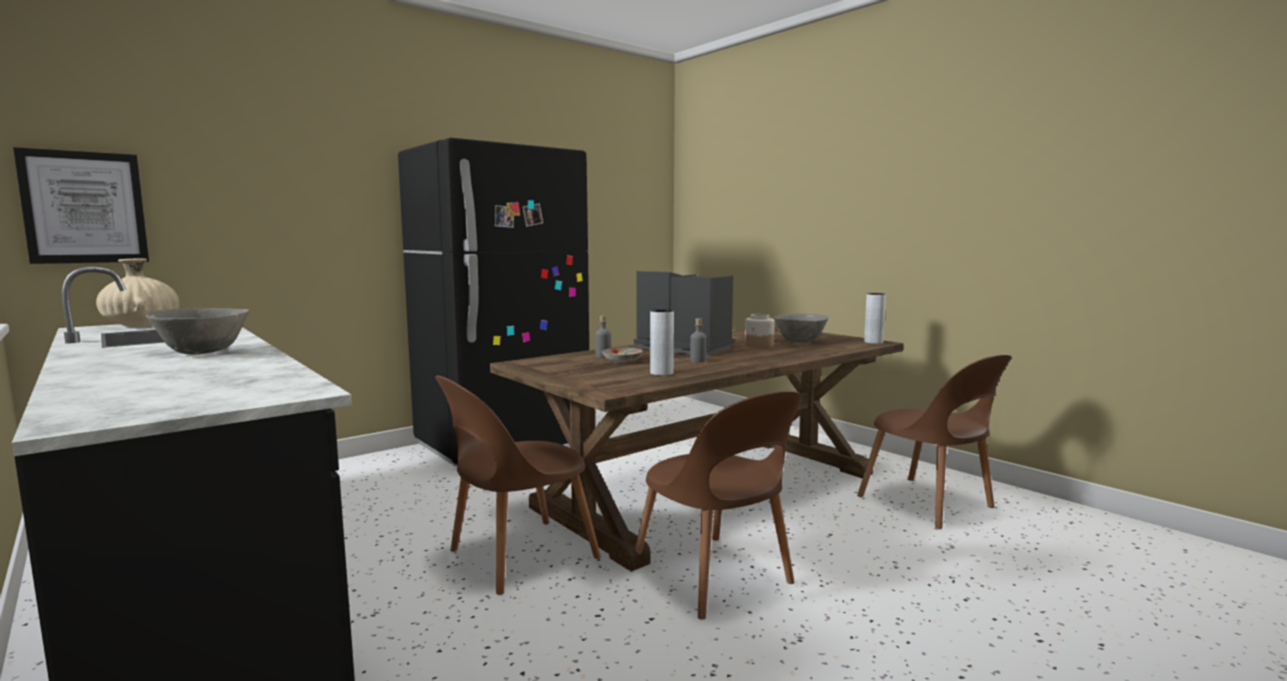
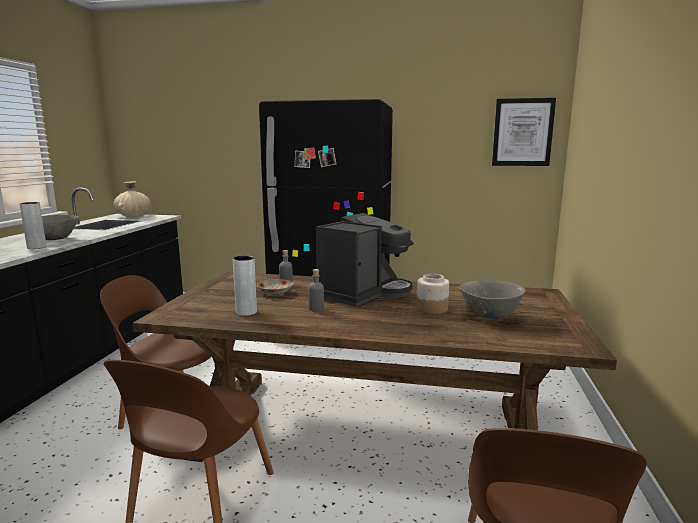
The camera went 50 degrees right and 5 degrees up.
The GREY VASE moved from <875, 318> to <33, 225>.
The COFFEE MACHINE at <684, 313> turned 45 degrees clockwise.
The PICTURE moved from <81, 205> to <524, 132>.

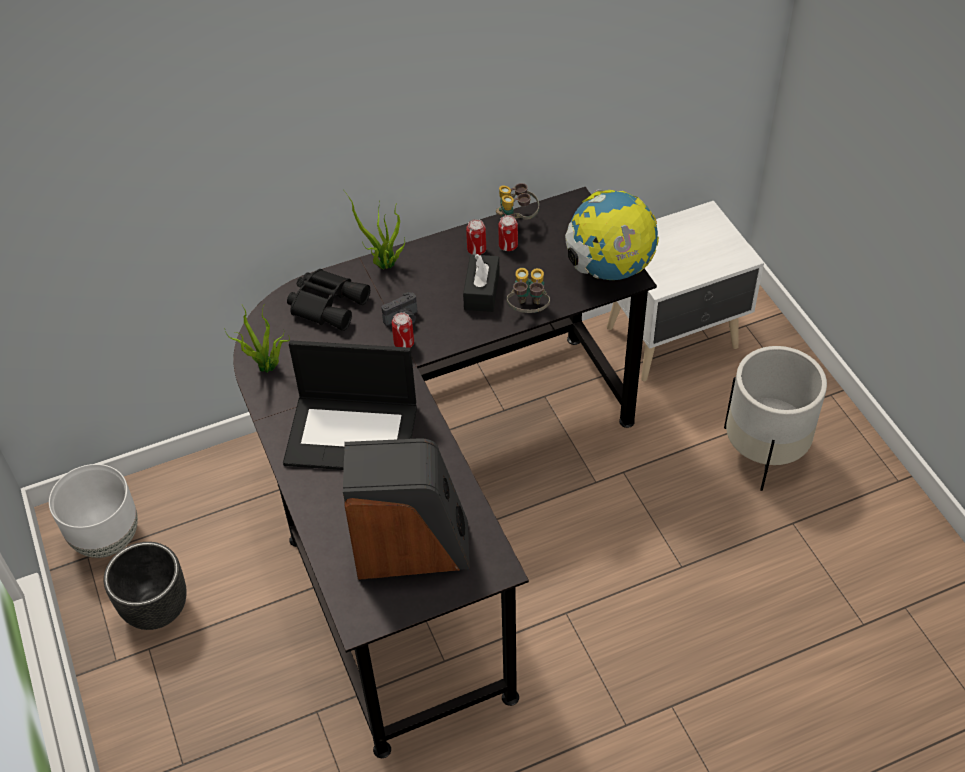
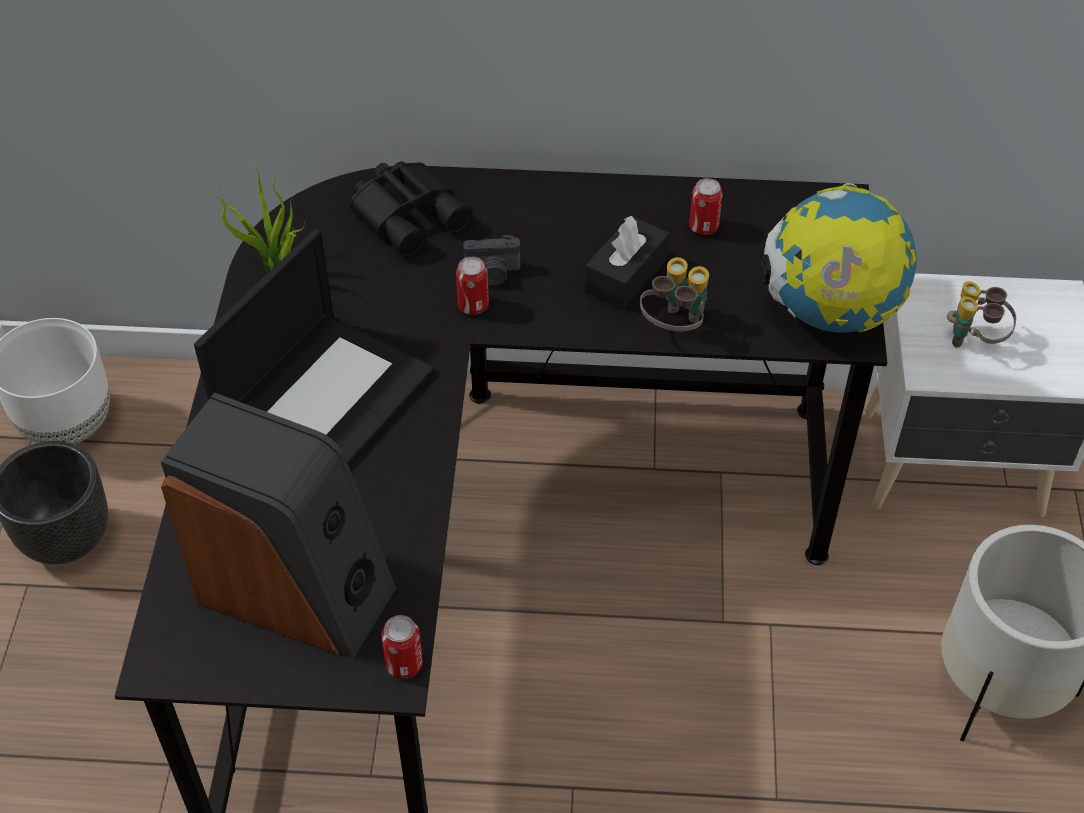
The camera went 25 degrees right and 0 degrees up.
The LAPTOP at <350, 405> turned 90 degrees counterclockwise.
The CAN moved from <476, 237> to <402, 647>.
The BINOCULARS moved from <517, 201> to <981, 314>.
The POTTED PLANT at <375, 230> disappeared.

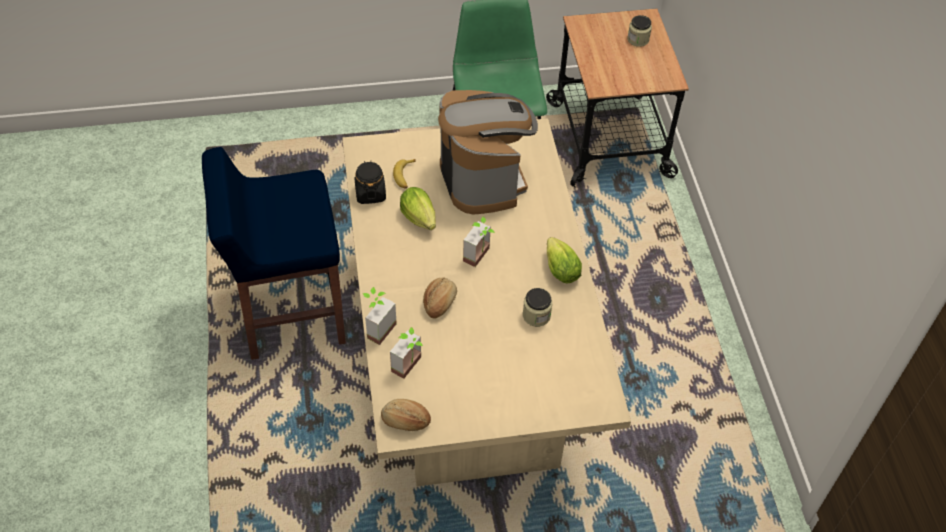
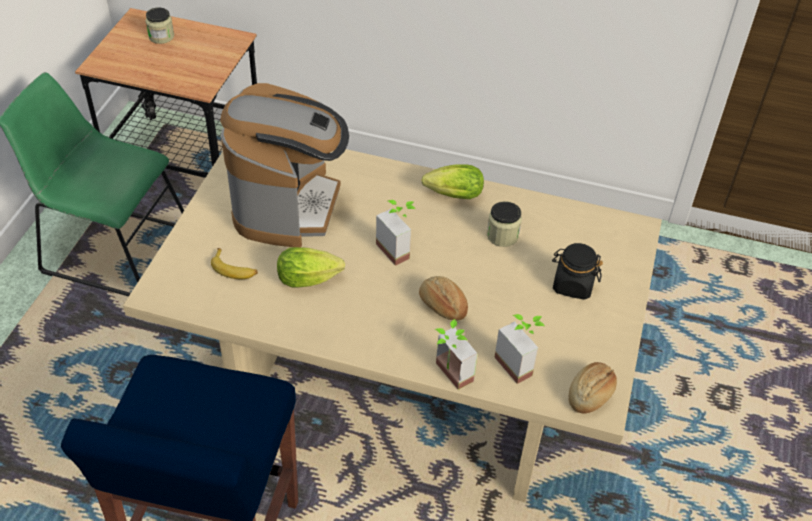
The camera went 65 degrees left and 5 degrees down.
The COFFEE MACHINE at <488, 152> turned 90 degrees clockwise.
The BLACK JAR moved from <370, 182> to <577, 271>.

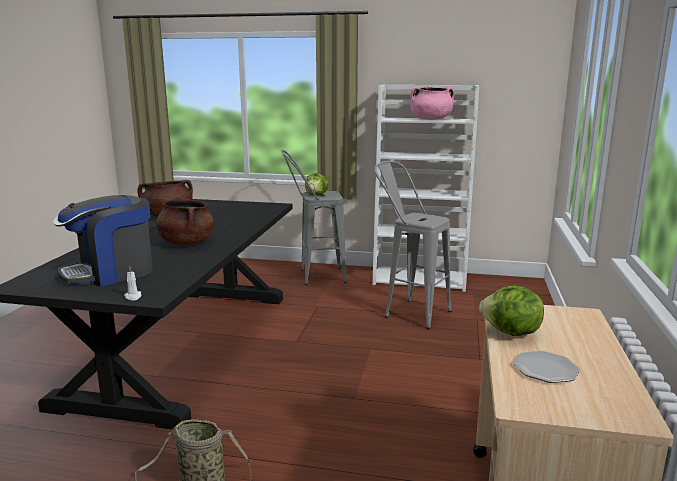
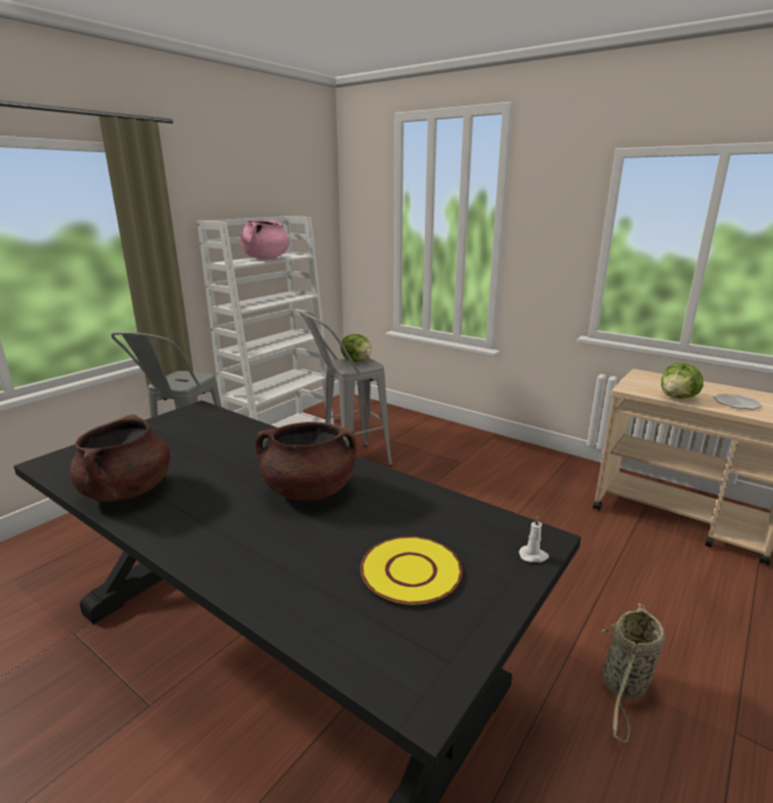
The camera went 65 degrees left and 5 degrees up.
The LETTUCE moved from <317, 184> to <356, 348>.
The COFFEE MACHINE at <103, 240> was replaced by the YELLOW PLATE at <411, 570>.

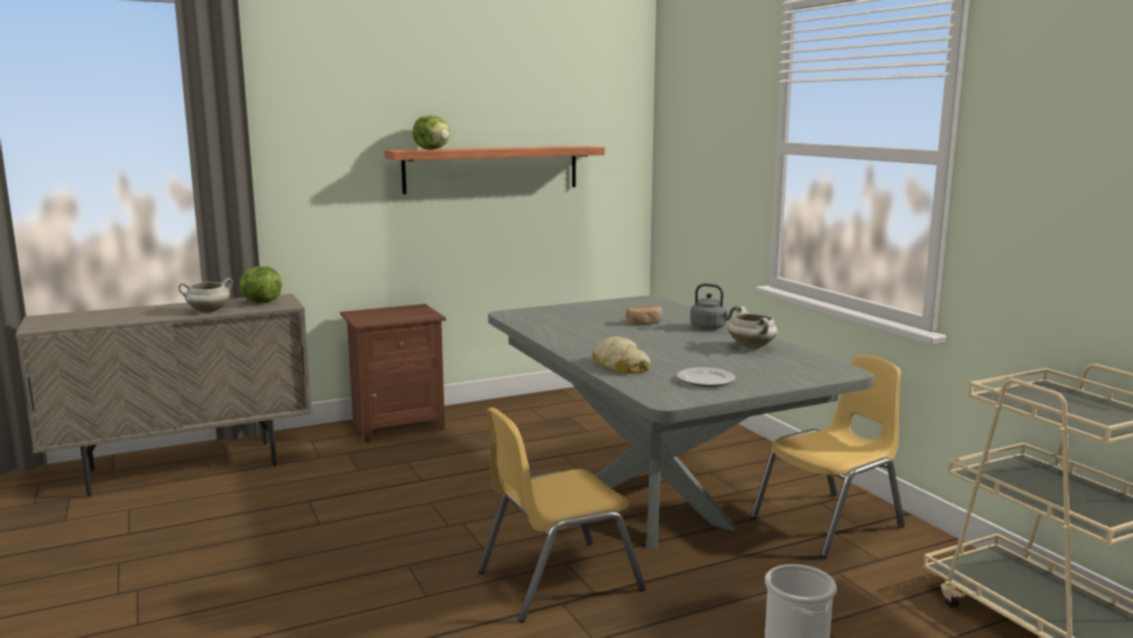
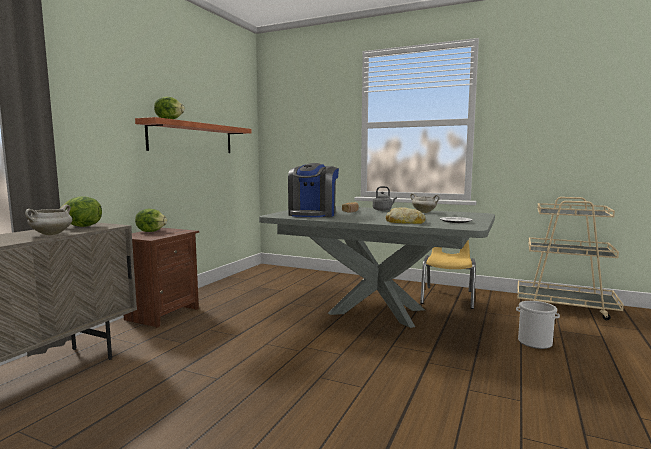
The camera went 40 degrees left and 5 degrees down.
The LETTUCE at <151, 220> appeared.
The COFFEE MACHINE at <313, 190> appeared.
The YELLOW CHAIR at <562, 515> disappeared.

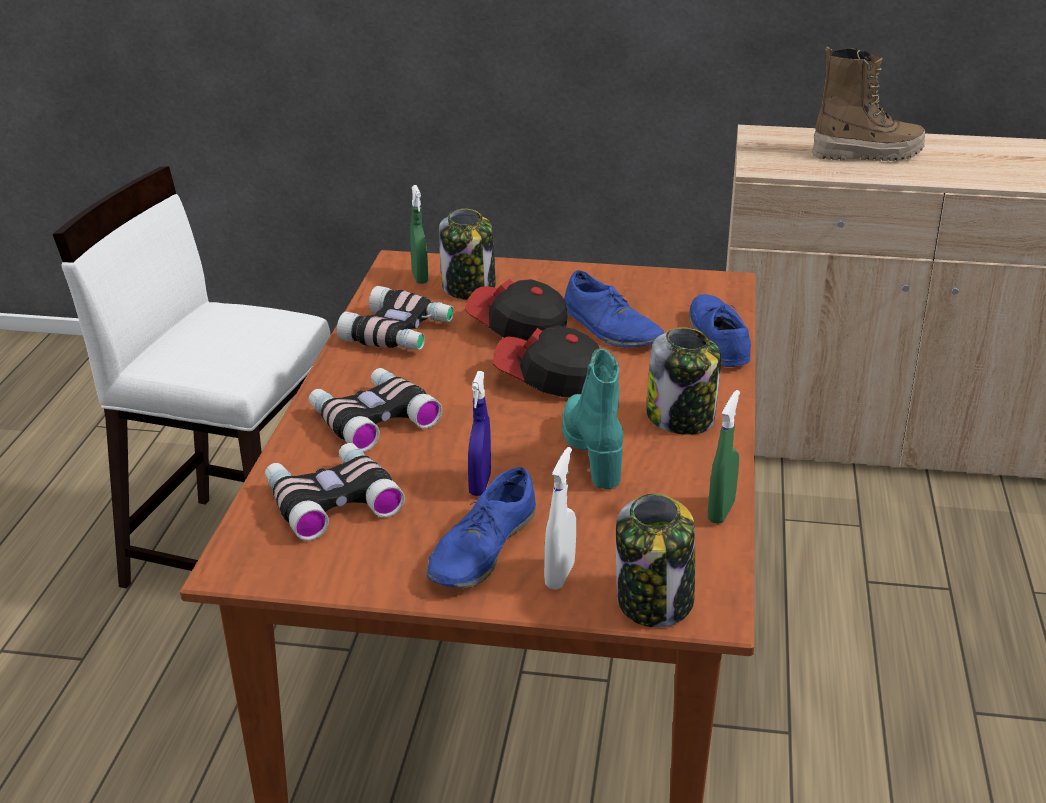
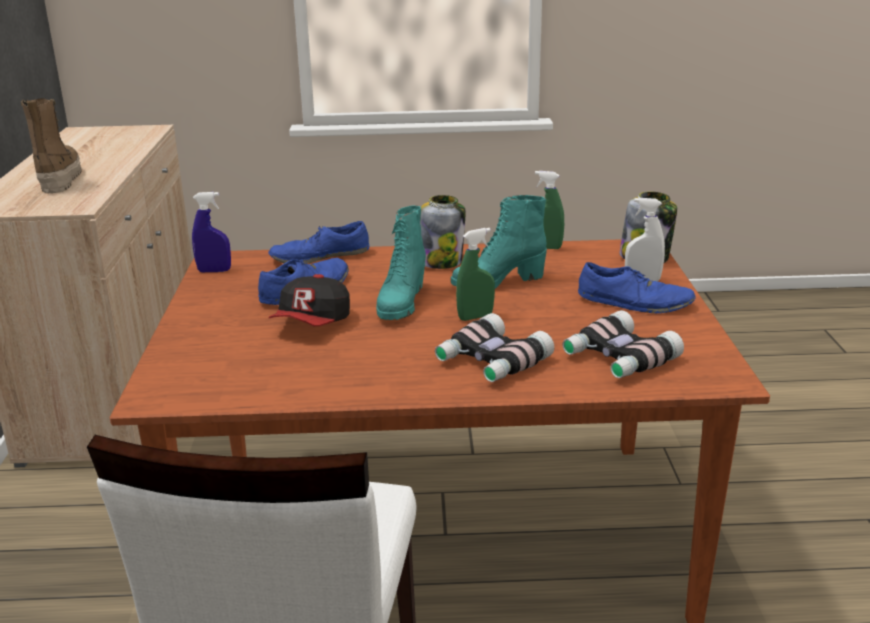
The camera went 100 degrees left and 5 degrees down.
The BLUE SPRAY BOTTLE moved from <479, 433> to <211, 232>.
The CAP at <546, 362> was replaced by the TURQUOISE BOOT at <401, 262>.
The GREEN SPRAY BOTTLE moved from <419, 234> to <475, 274>.
The BINOCULARS at <395, 318> disappeared.
The JAR at <467, 254> disappeared.

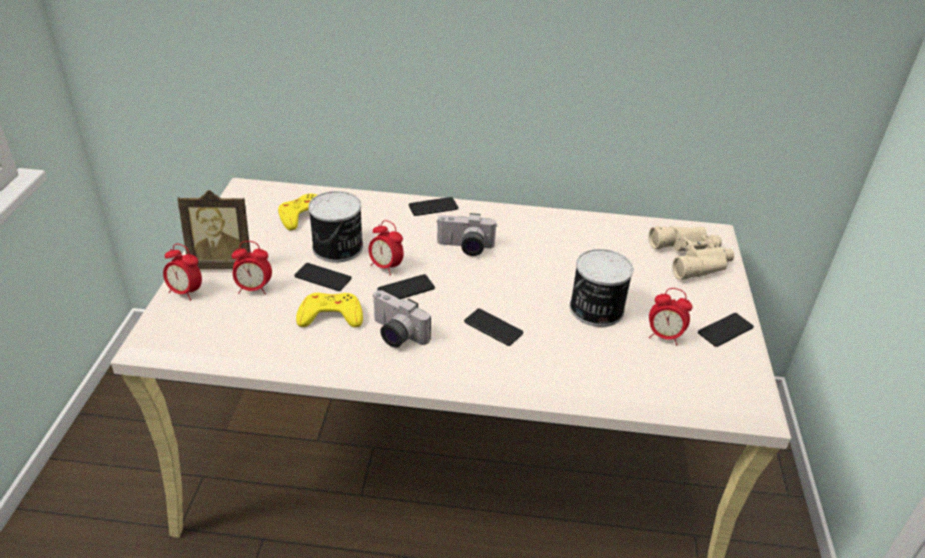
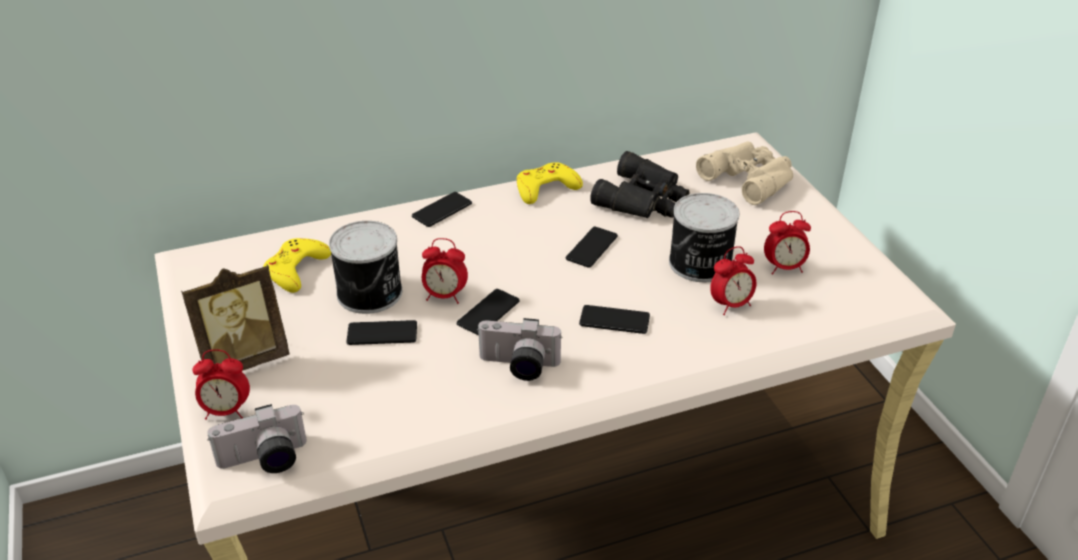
The camera went 25 degrees left and 0 degrees up.
The PHOTO CAMERA moved from <467, 234> to <257, 438>.
The YELLOW GAME CONTROLLER moved from <329, 310> to <550, 183>.
The PHONE moved from <726, 330> to <592, 247>.
The BLACK BINOCULARS at <639, 184> appeared.
The ALARM CLOCK moved from <252, 267> to <733, 280>.

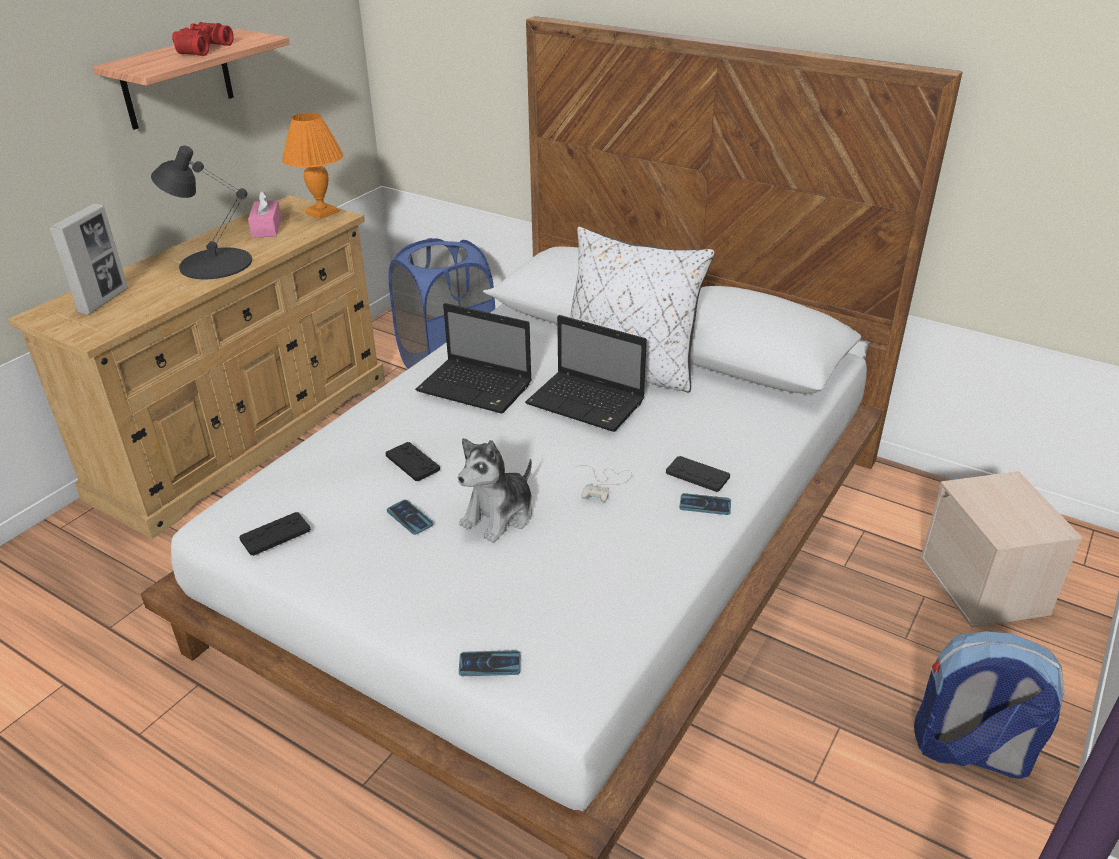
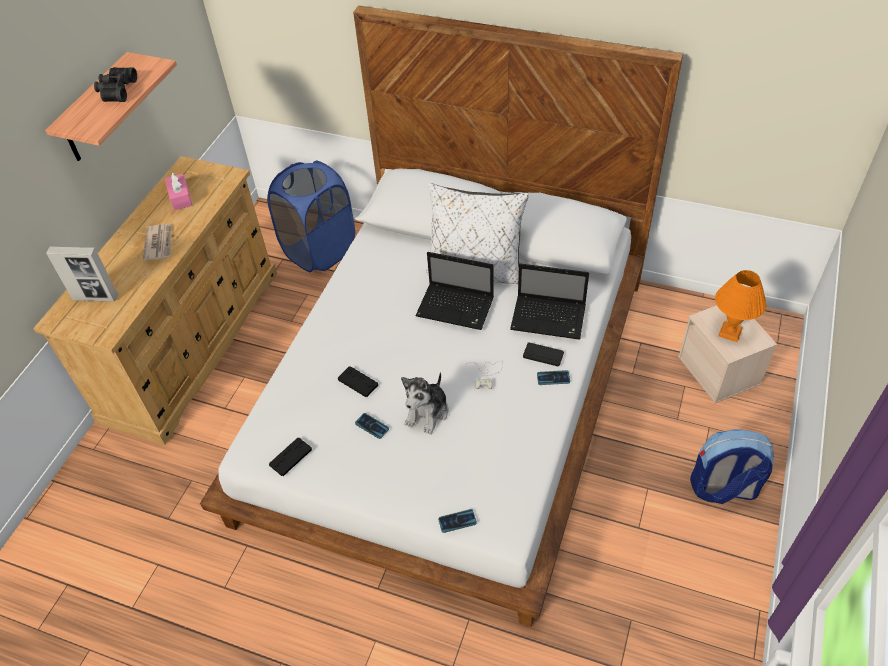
The camera went 10 degrees left and 15 degrees up.
The PICTURE FRAME at <88, 259> turned 90 degrees clockwise.
The RED BINOCULARS at <203, 39> became the BLACK BINOCULARS at <115, 84>.
The BLACK TABLE LAMP at <201, 212> was replaced by the NEWSPAPER at <157, 242>.
The LAPTOP moved from <473, 358> to <549, 301>.
The ORANGE TABLE LAMP moved from <312, 166> to <740, 306>.

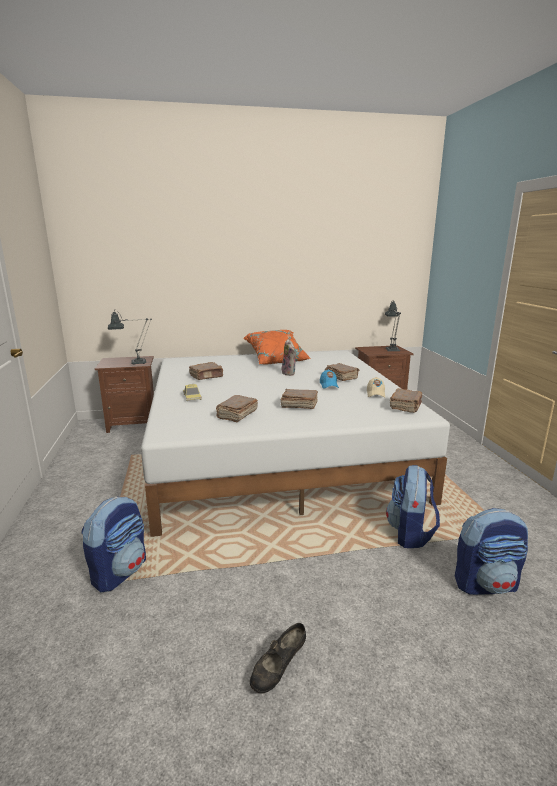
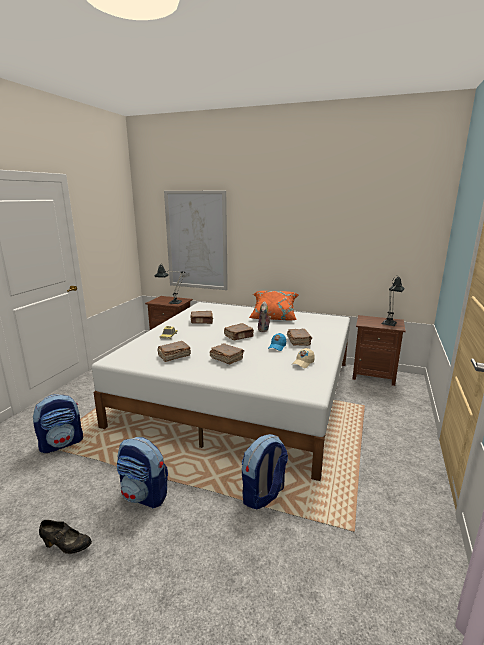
The camera went 30 degrees right and 0 degrees up.
The BLACK SHOE at <278, 658> turned 150 degrees counterclockwise.
The BACKPACK moved from <491, 551> to <142, 472>.
The PICTURE at <196, 240> appeared.
The BROWN BOOK moved from <406, 400> to <239, 331>.

